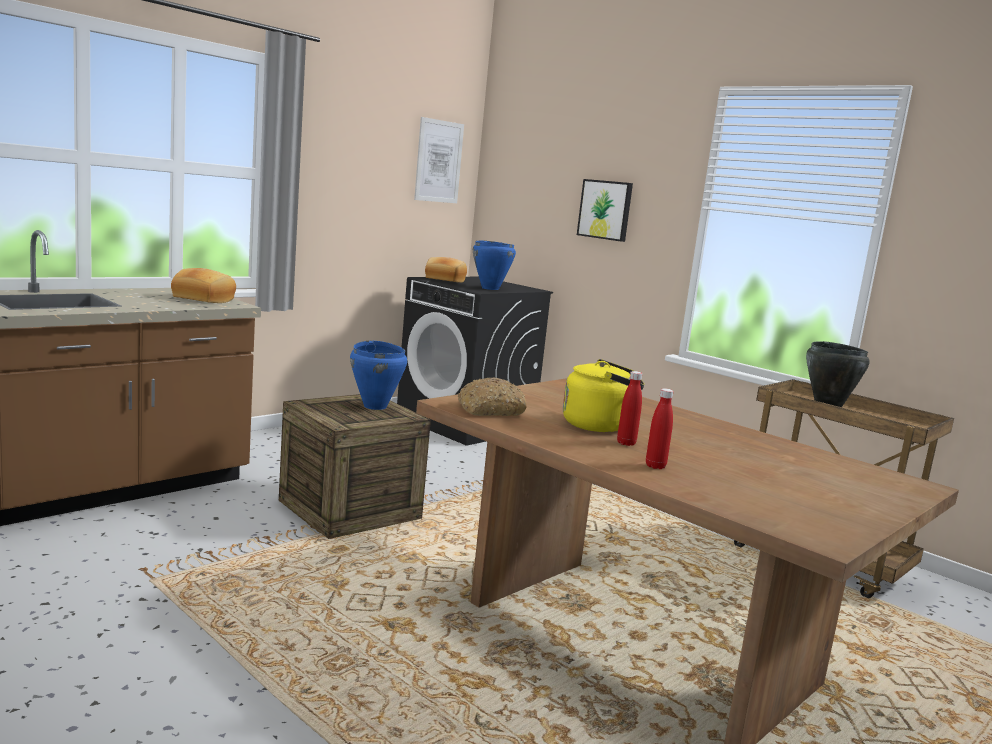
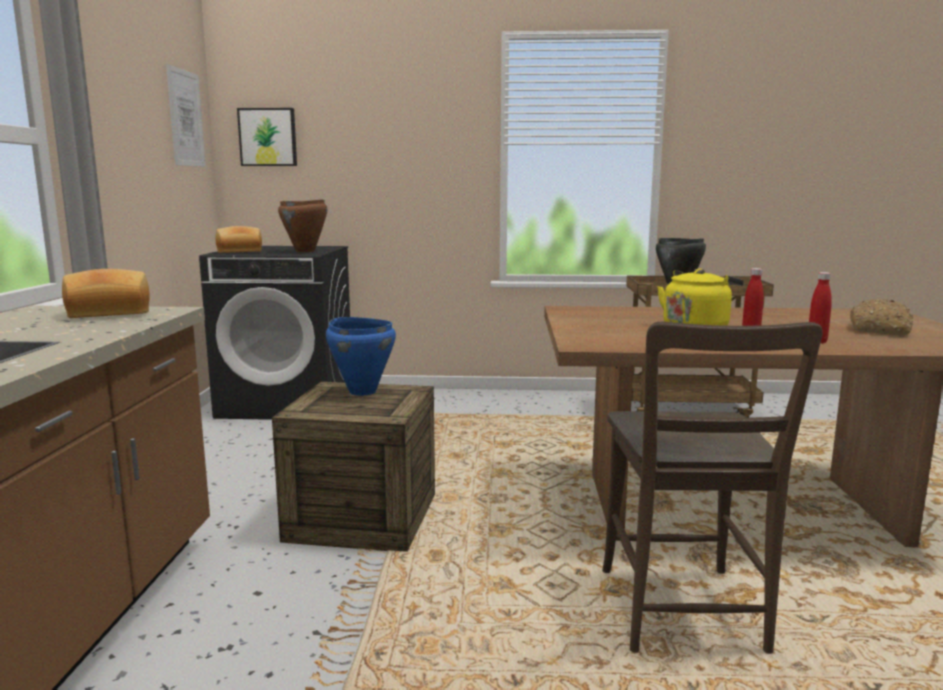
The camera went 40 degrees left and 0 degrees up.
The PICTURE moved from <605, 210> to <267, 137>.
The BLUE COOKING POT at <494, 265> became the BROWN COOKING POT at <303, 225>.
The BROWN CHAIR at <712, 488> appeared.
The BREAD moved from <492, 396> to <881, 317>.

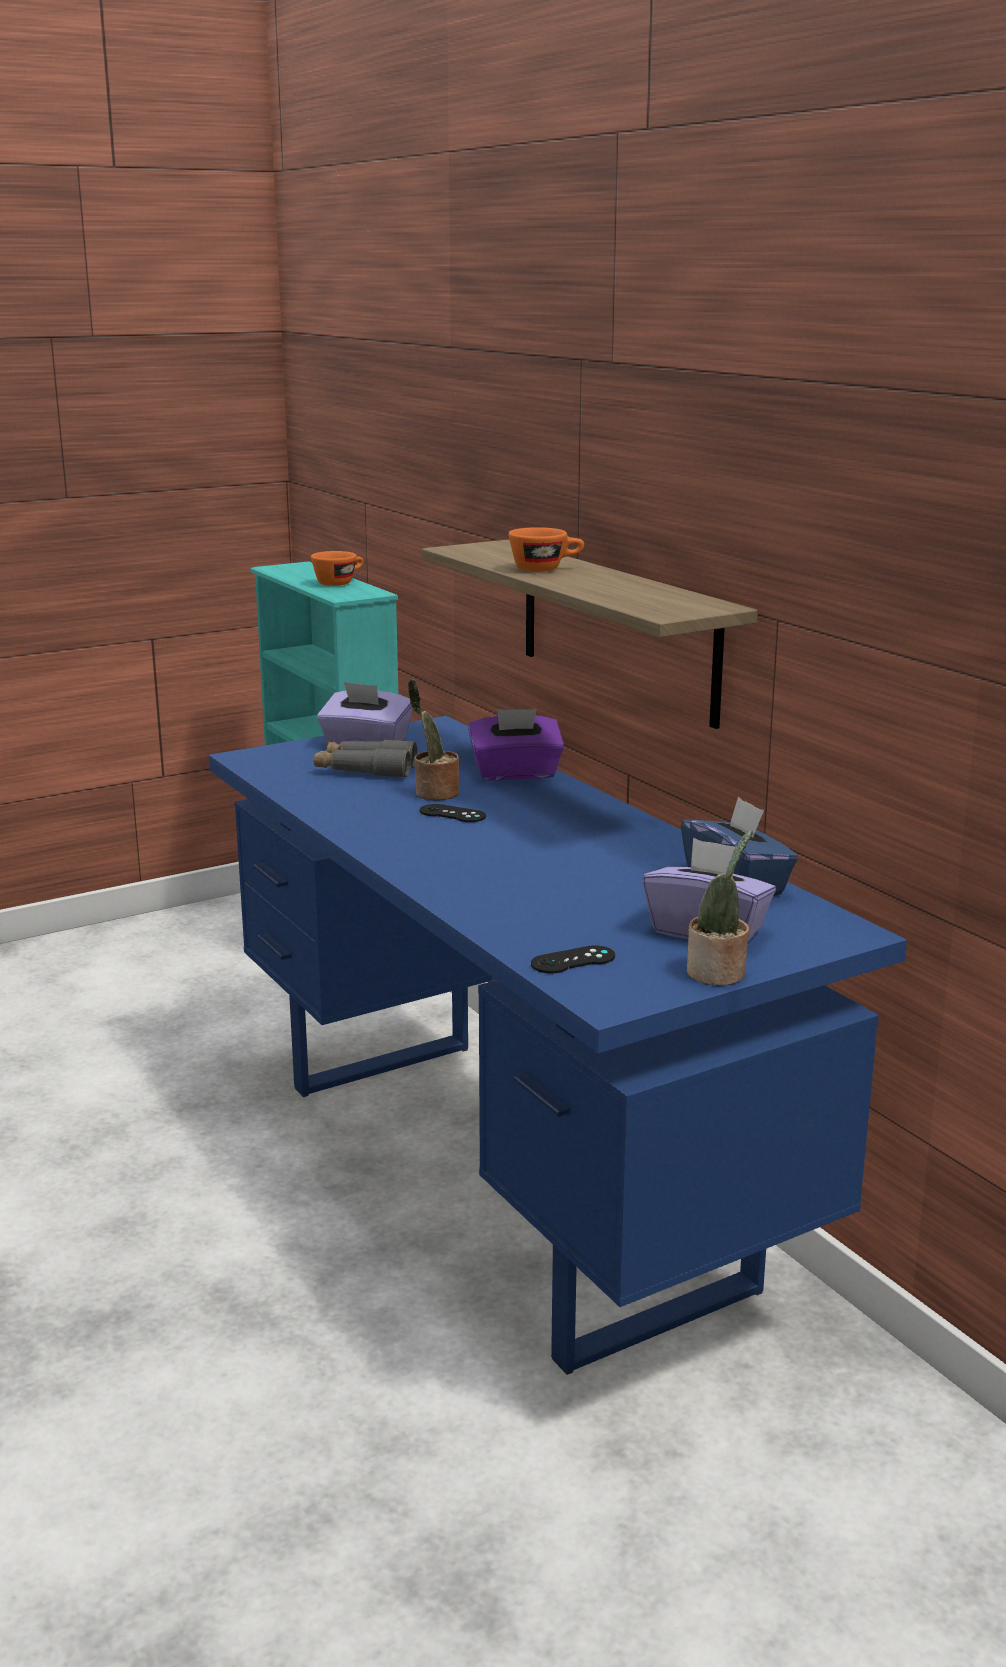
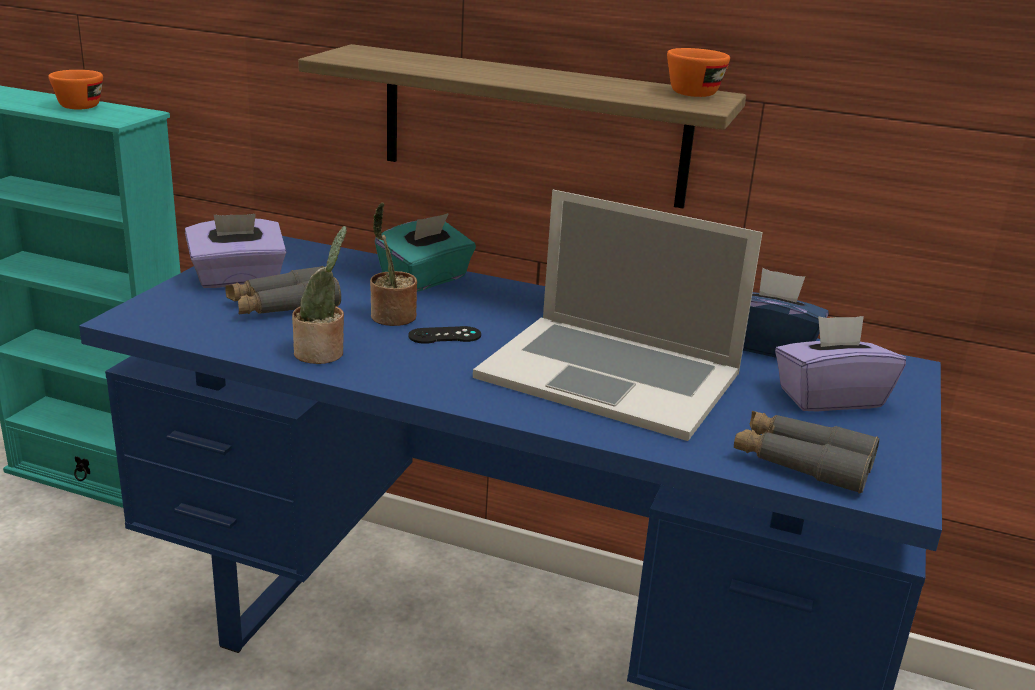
The camera went 40 degrees left and 5 degrees up.
The POTTED PLANT moved from <719, 908> to <319, 295>.
The PURPLE TISSUE BOX at <516, 745> became the TURQUOISE TISSUE BOX at <425, 252>.
The LAPTOP at <618, 315> appeared.
The ORANGE CUP moved from <546, 549> to <698, 72>.
The BLACK GAME CONTROLLER at <573, 959> was replaced by the GREY BINOCULARS at <806, 452>.

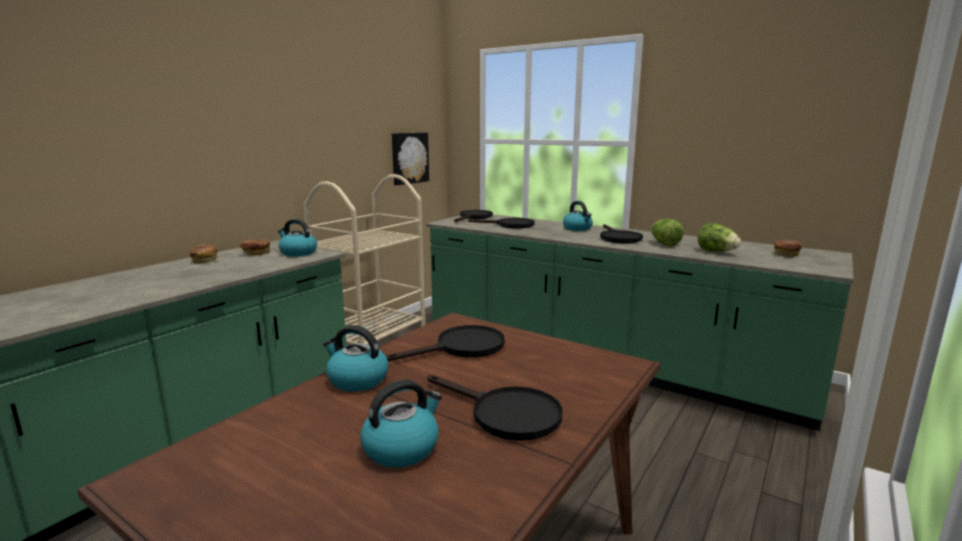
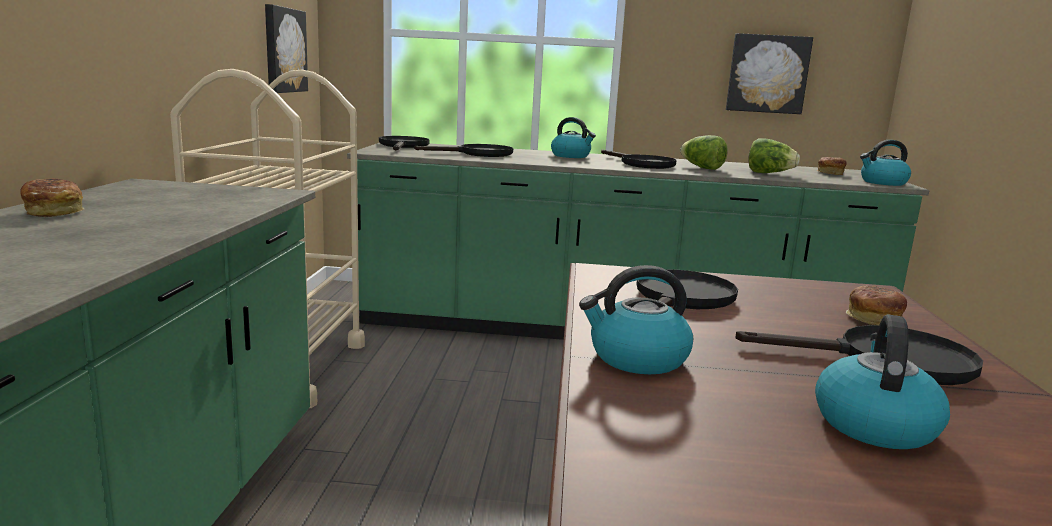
The camera went 30 degrees left and 0 degrees up.
The PICTURE at <769, 73> appeared.
The BREAD moved from <255, 247> to <876, 305>.
The KETTLE moved from <297, 237> to <885, 163>.

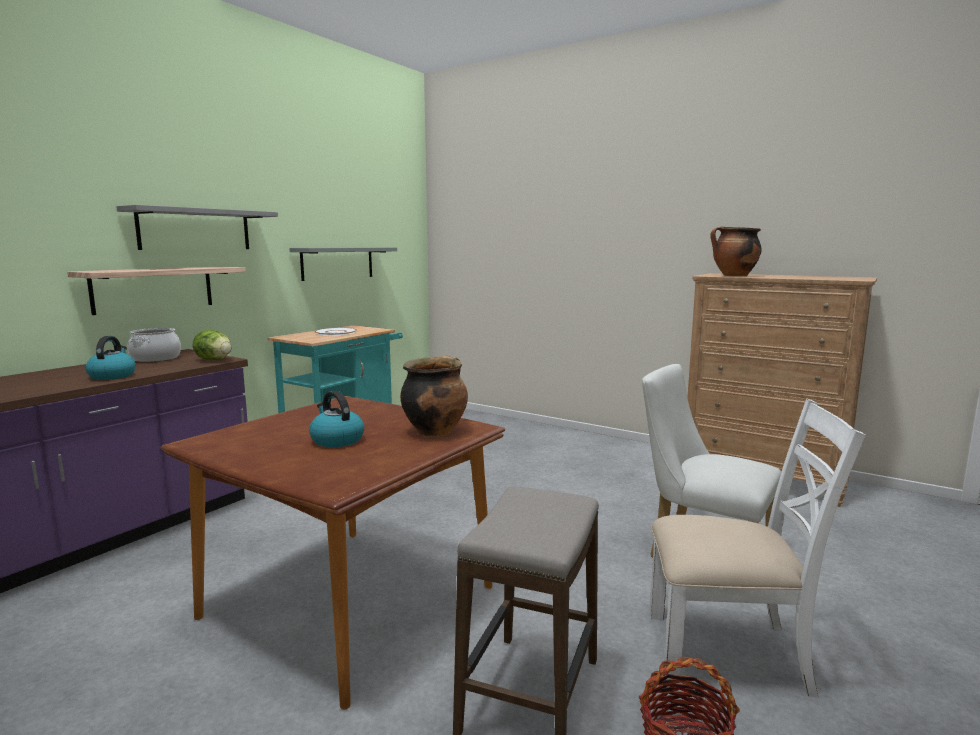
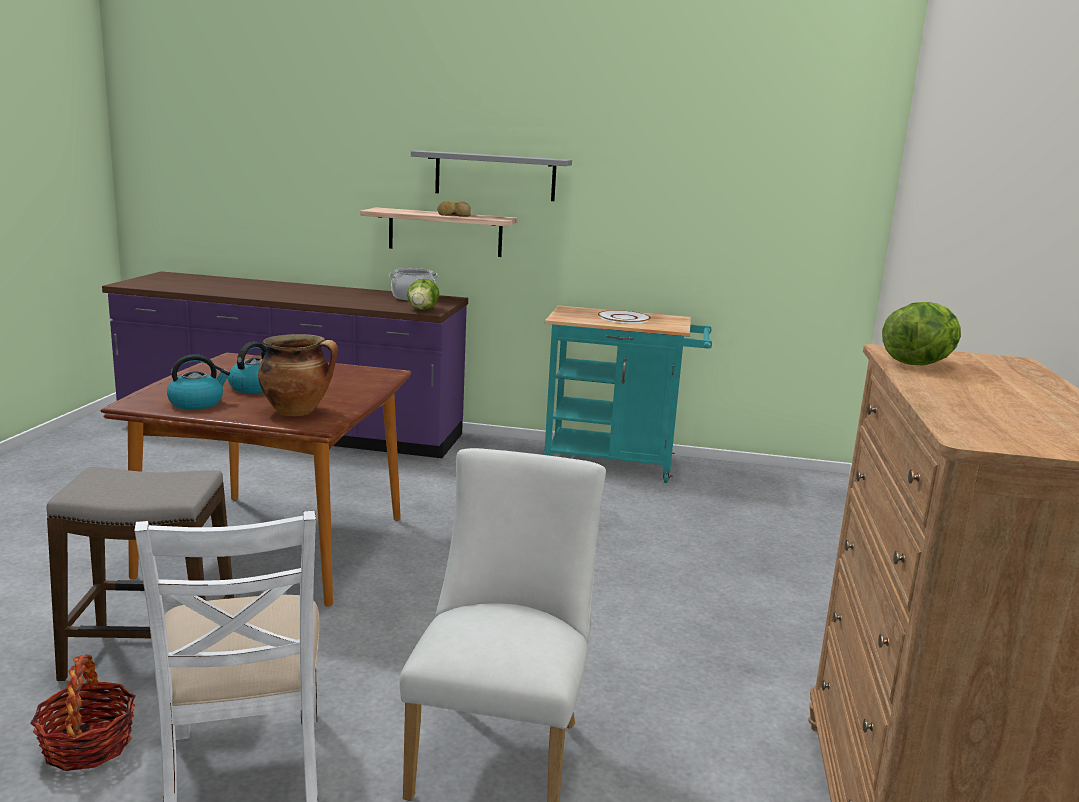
The camera went 65 degrees right and 5 degrees up.
The KETTLE moved from <110, 358> to <198, 382>.
The BREAD at <454, 209> appeared.
The COOKING POT at <736, 251> was replaced by the LETTUCE at <921, 334>.
The GREY SHELF at <343, 264> disappeared.

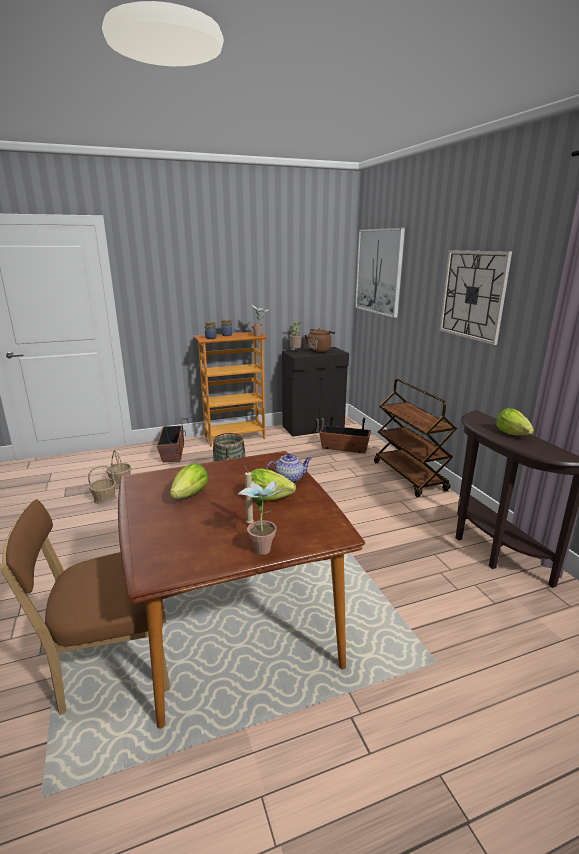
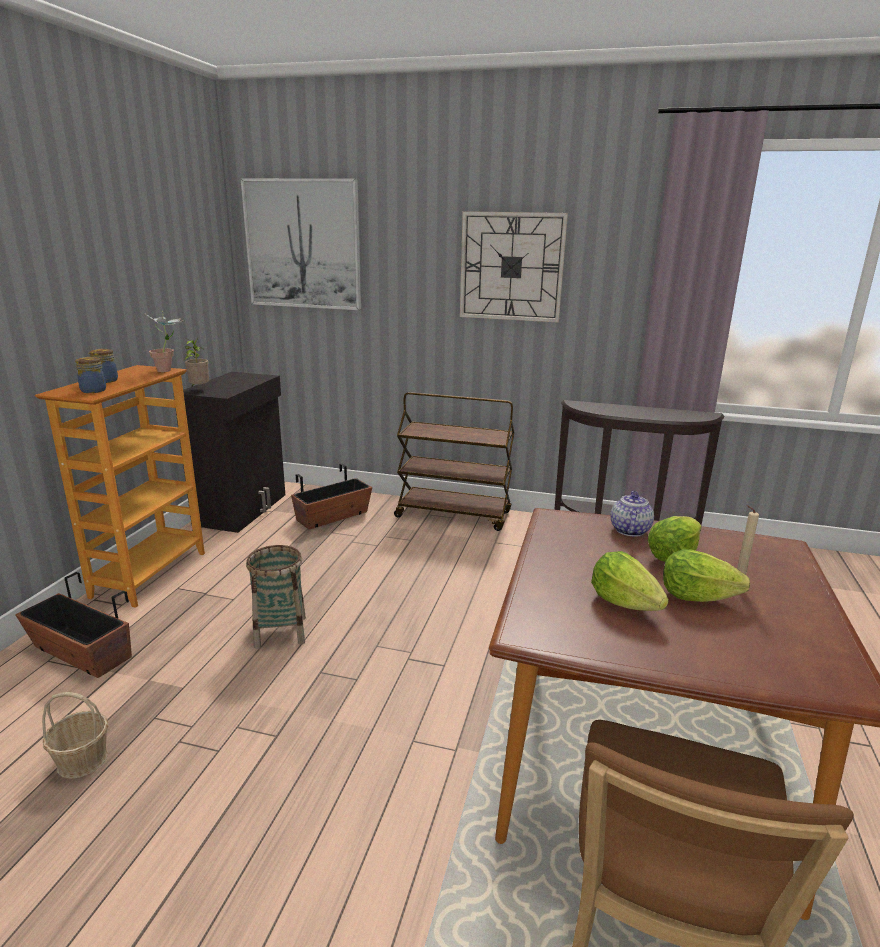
The camera went 55 degrees left and 0 degrees up.
The LETTUCE moved from <515, 421> to <706, 575>.
The BASKET at <102, 484> disappeared.
The POTTED PLANT at <261, 517> disappeared.
The BROWN KETTLE at <320, 340> disappeared.

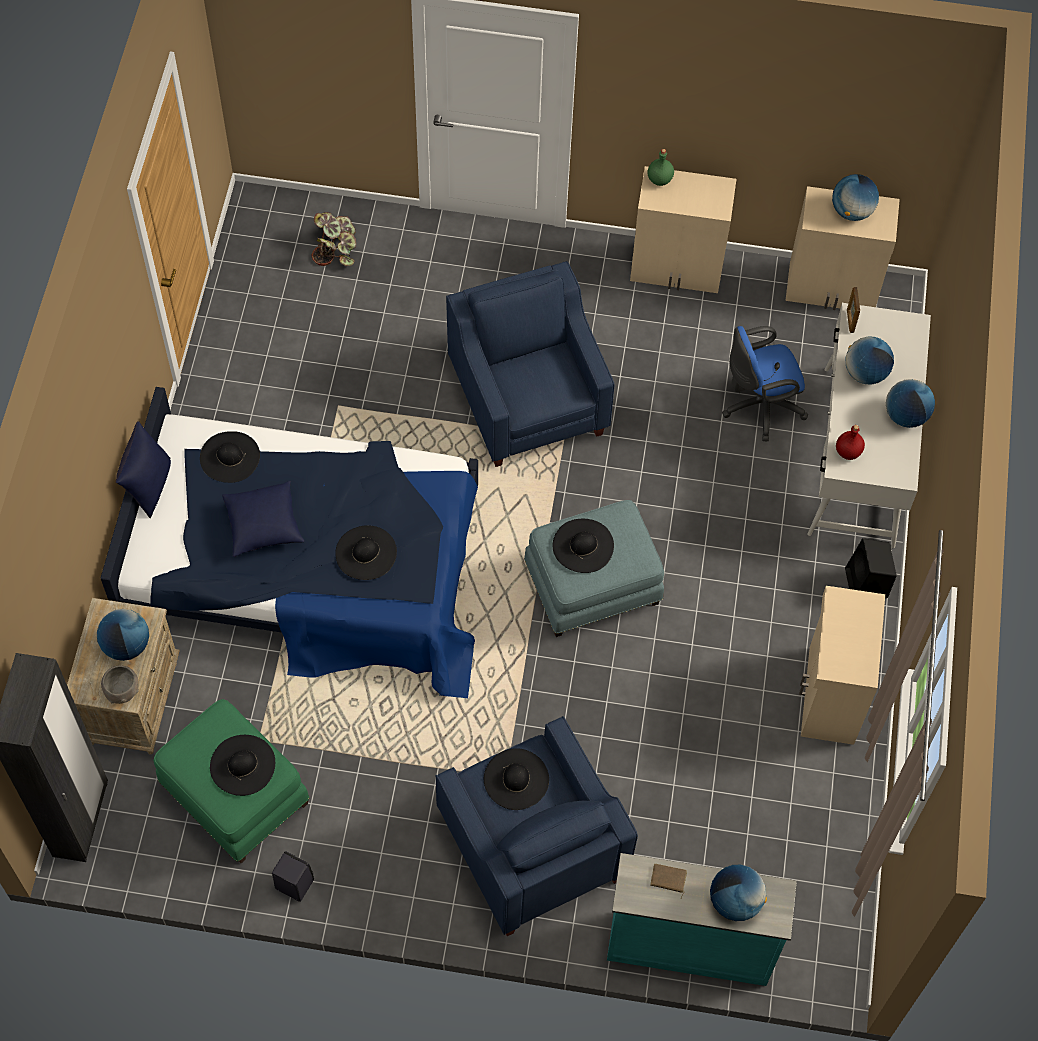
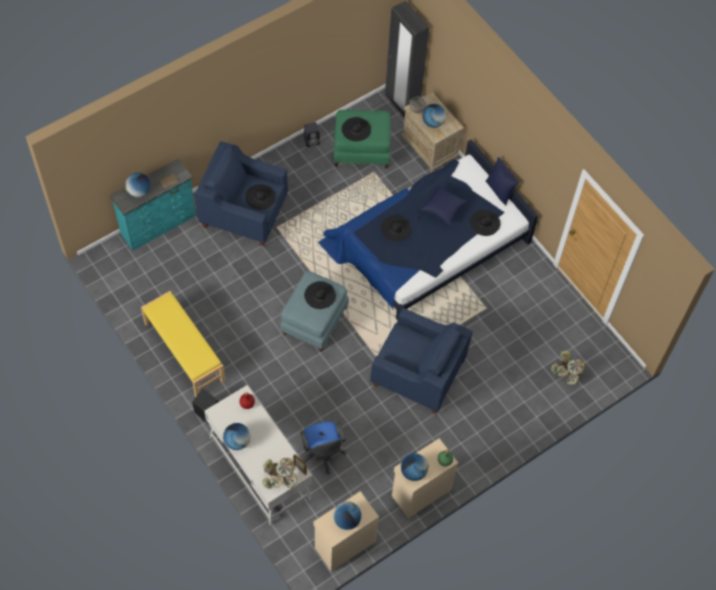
The camera went 135 degrees right and 0 degrees up.
The BEIGE CABINET at <842, 665> was replaced by the YELLOW BENCH at <183, 344>.
The POTTED PLANT at <280, 473> appeared.
The BLUE OFFICE CHAIR at <765, 383> turned 135 degrees clockwise.
The GLOBE moved from <870, 360> to <415, 467>.

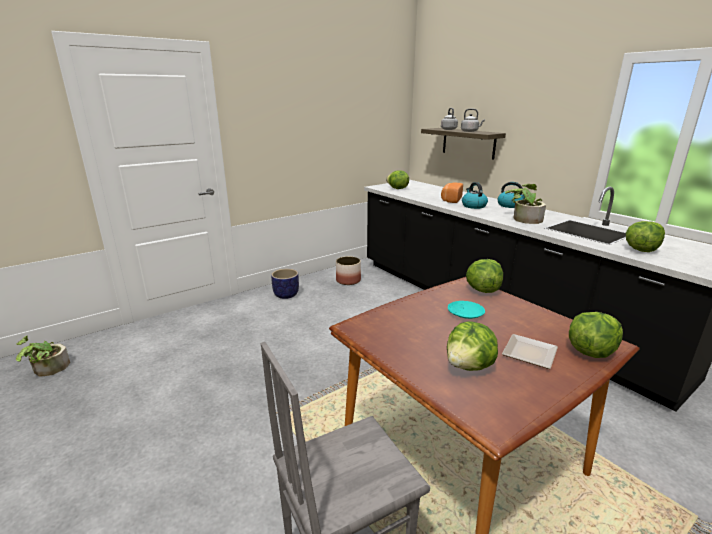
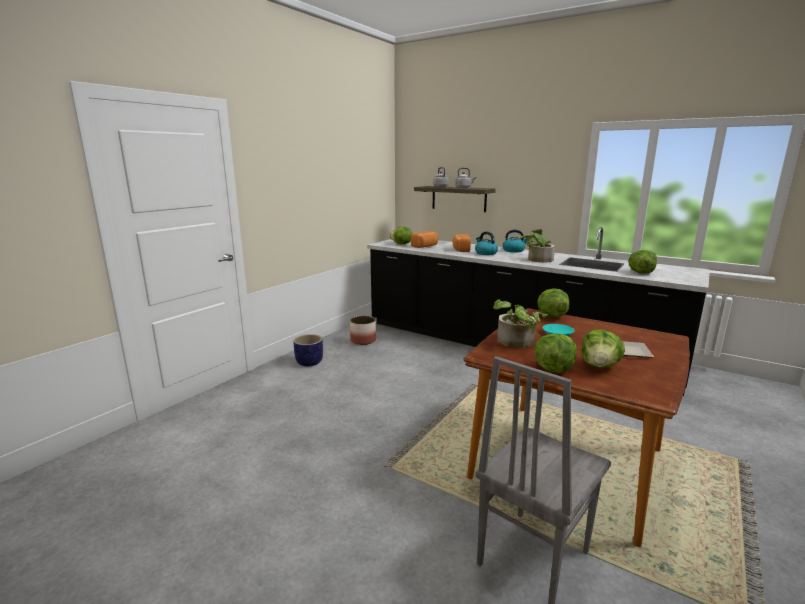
The camera went 20 degrees left and 5 degrees down.
The BREAD at <424, 239> appeared.
The POTTED PLANT moved from <43, 356> to <520, 323>.
The LETTUCE moved from <596, 335> to <555, 353>.

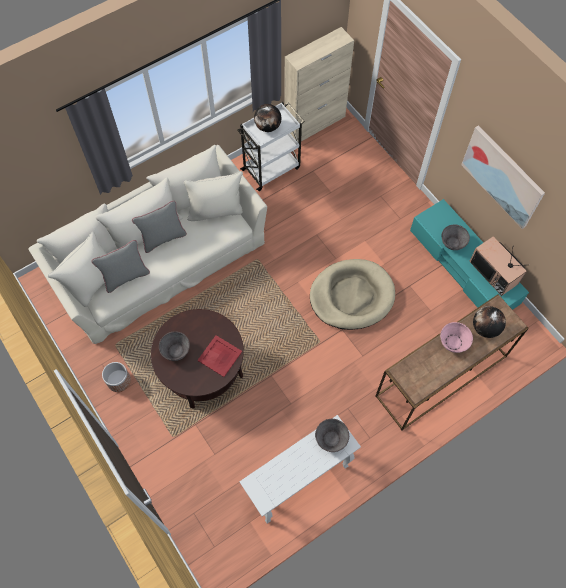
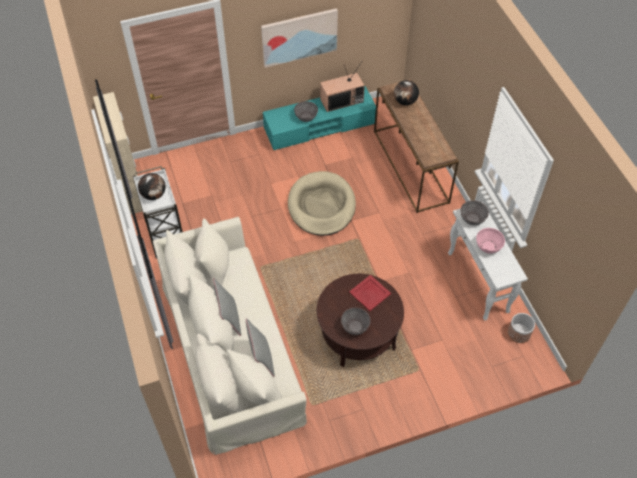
The camera went 75 degrees left and 10 degrees down.
The PINK BOWL moved from <456, 337> to <490, 240>.
The PLANTER moved from <116, 377> to <521, 328>.

